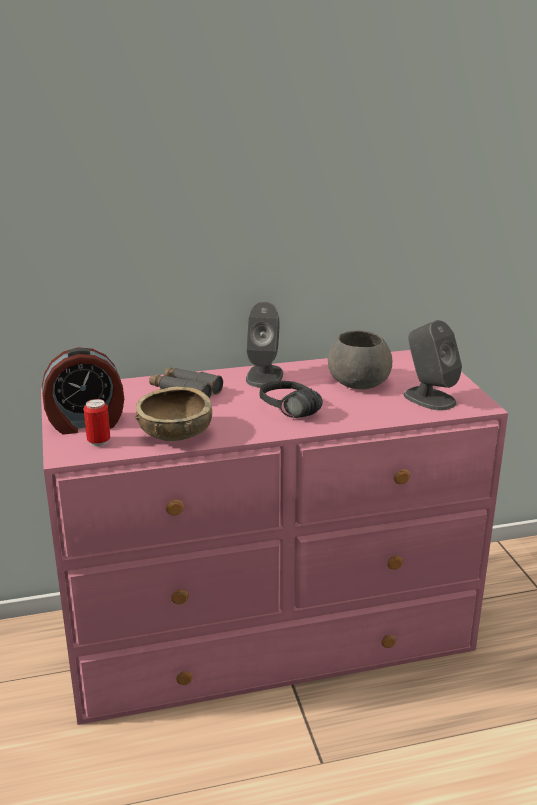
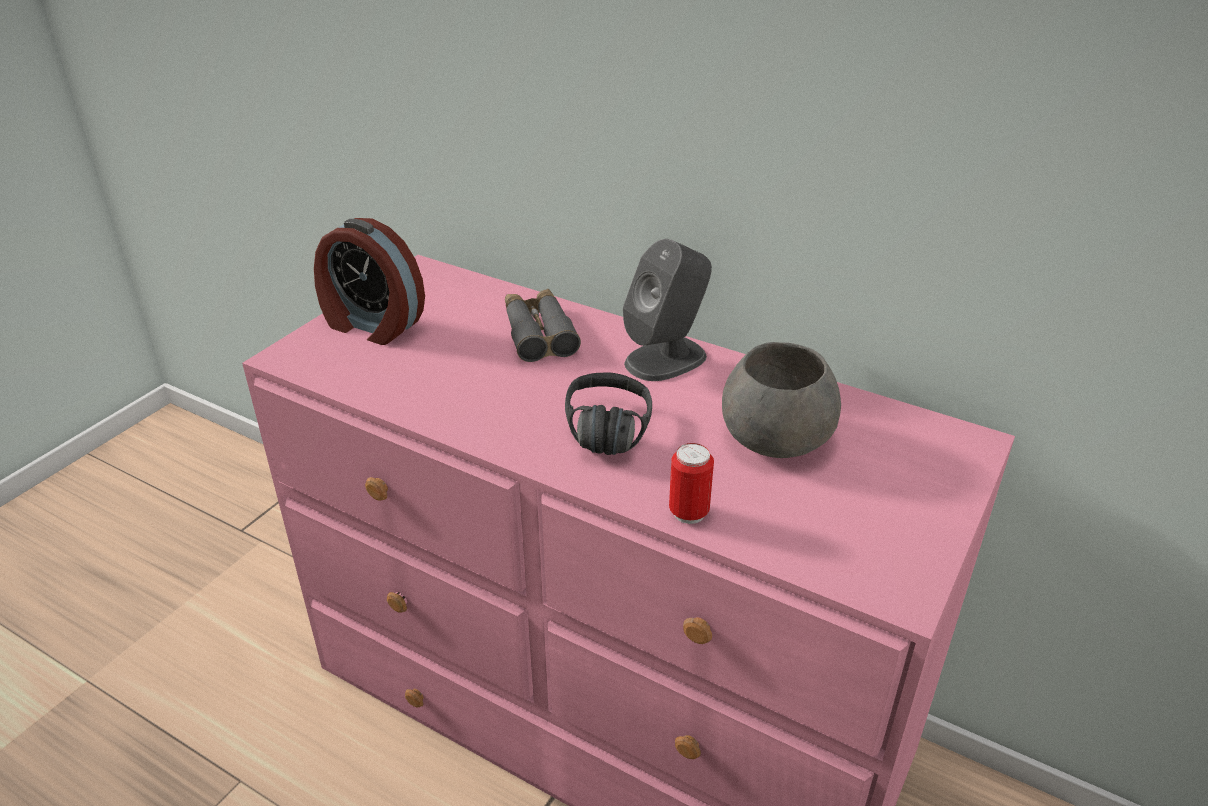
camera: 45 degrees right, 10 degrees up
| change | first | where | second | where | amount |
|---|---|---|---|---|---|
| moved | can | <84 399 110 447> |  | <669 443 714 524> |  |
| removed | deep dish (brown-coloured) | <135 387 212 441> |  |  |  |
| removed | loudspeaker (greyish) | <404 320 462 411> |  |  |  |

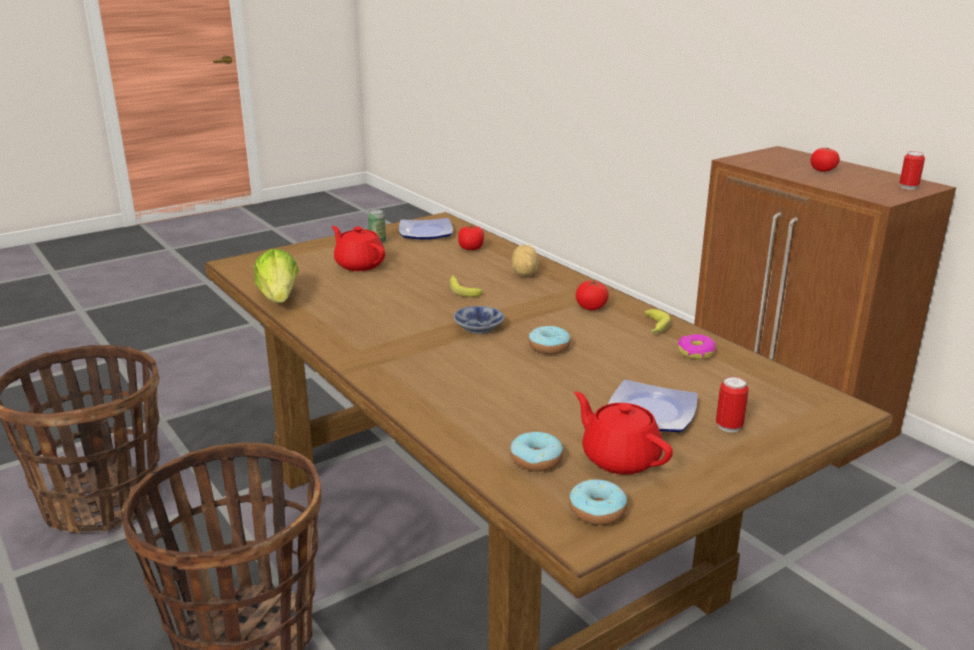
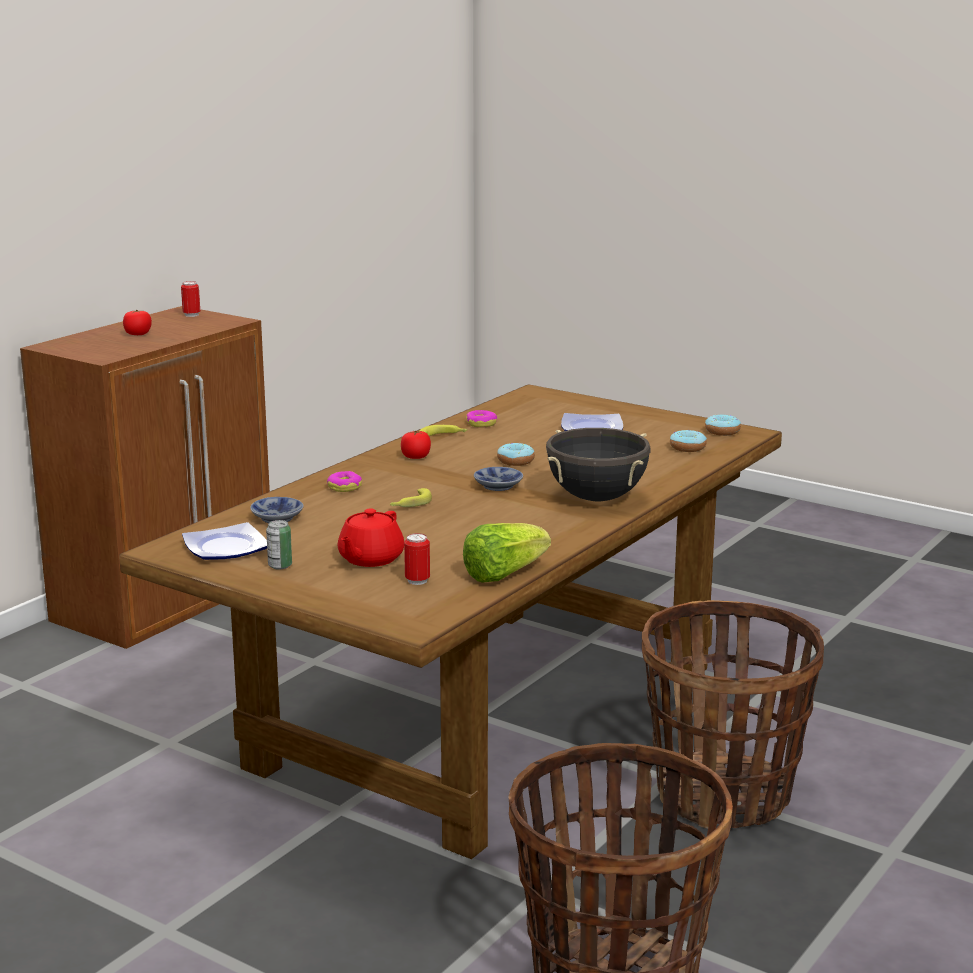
camera: 110 degrees left, 5 degrees down
| change | first | where | second | where | amount |
|---|---|---|---|---|---|
| replaced | whole tomato | <458 225 484 250> | deep dish | <250 497 304 523> |  |
| replaced | spud | <512 245 539 276> | ring doughnut | <327 471 362 492> |  |
| removed | tea pot (red-coloured) | <574 391 673 475> |  |  |  |
| moved | can | <716 377 749 432> |  | <404 533 430 585> |  |
| added |  |  | cooking pot (black-coloured) | <546 428 651 501> |  |

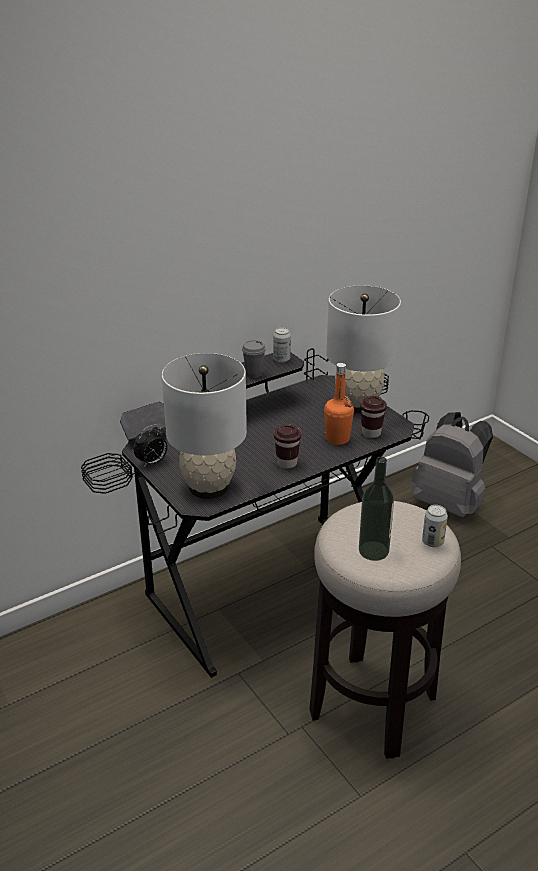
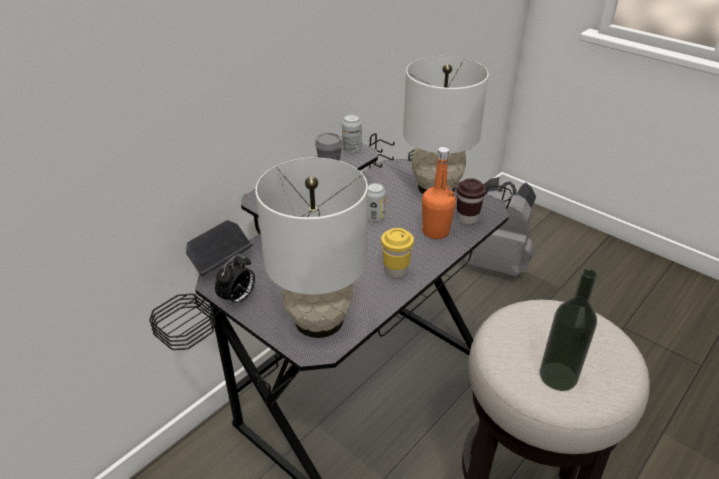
camera: 15 degrees left, 5 degrees up
| change | first | where | second | where | amount |
|---|---|---|---|---|---|
| recoloured | small cup (brown-coloured) | <274 424 301 469> | small cup (yellowish) | <381 228 414 279> |  |
| moved | can | <422 505 448 547> |  | <367 183 386 222> |  |

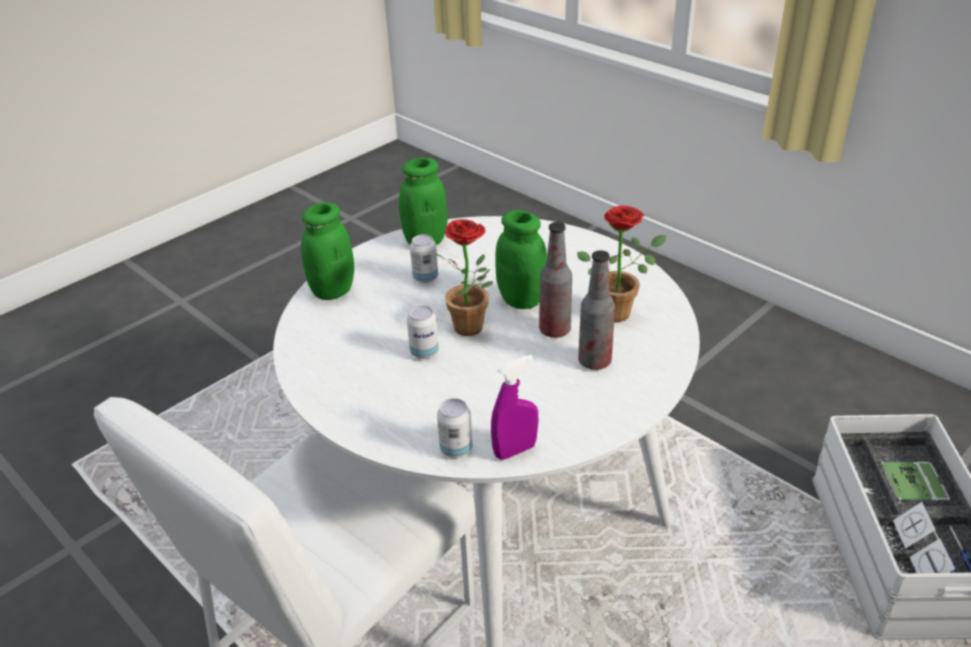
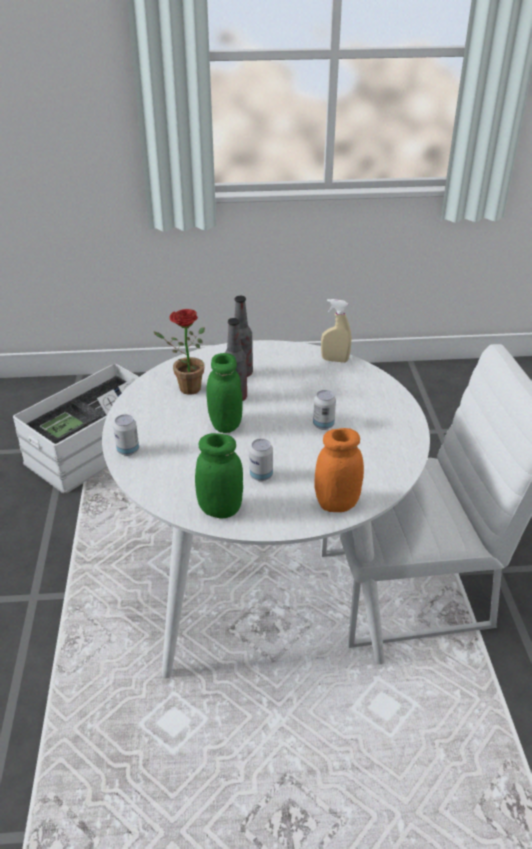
camera: 140 degrees left, 0 degrees up
| change | first | where | second | where | amount |
|---|---|---|---|---|---|
| recoloured | preserve jar (green) | <301 202 354 300> | preserve jar (orange-coloured) | <315 428 364 512> |  |
| removed | potted plant | <436 219 493 336> |  |  |  |
| moved | can | <437 398 472 458> |  | <113 414 139 456> |  |
| recoloured | sprayer (purple-coloured) | <491 355 539 460> | sprayer (beige) | <321 299 351 363> |  |

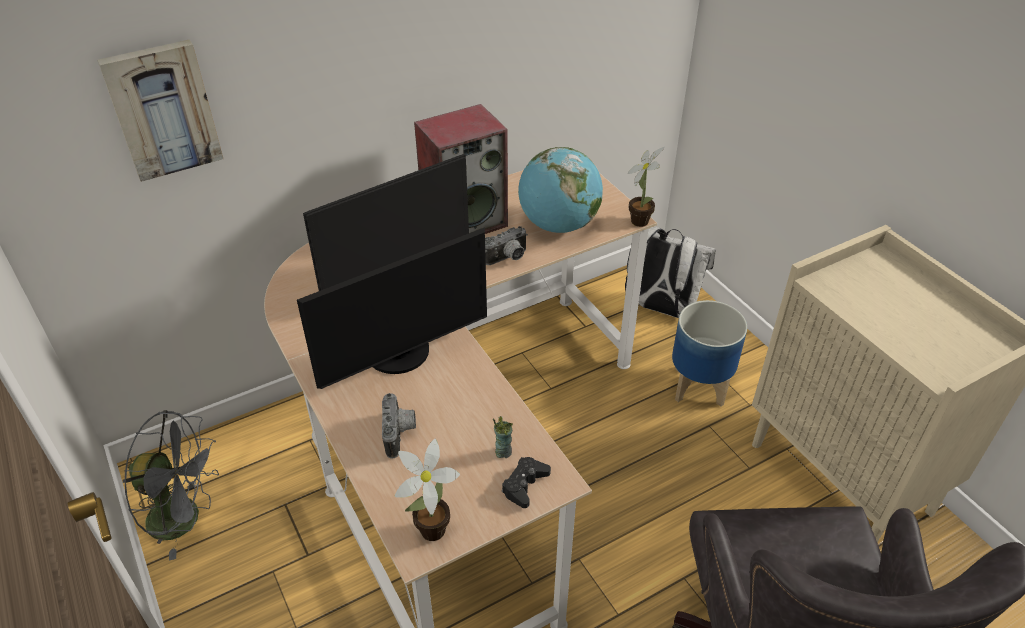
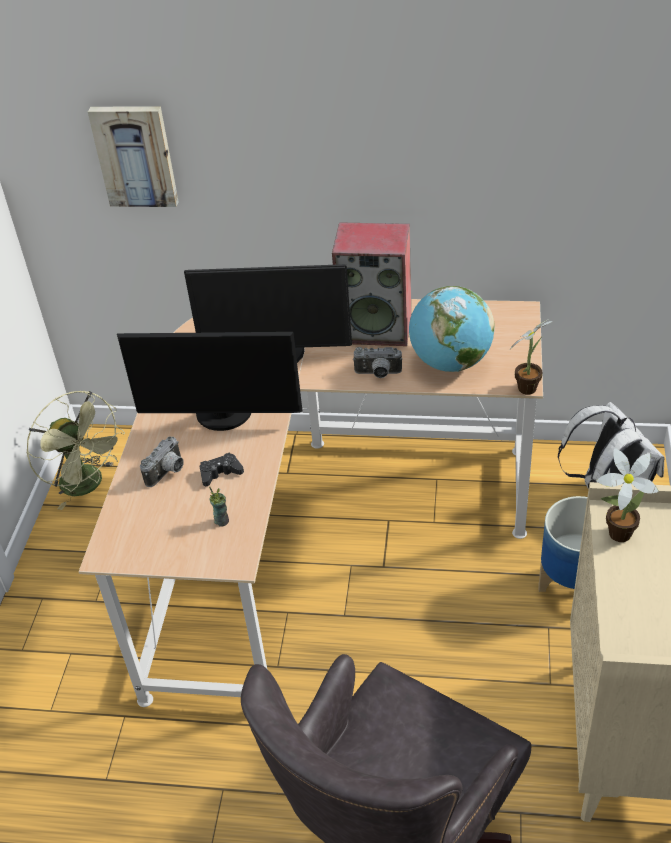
camera: 40 degrees right, 0 degrees up
| change | first | where | second | where | amount |
|---|---|---|---|---|---|
| recoloured | electric fan (greyish) | <123 410 219 560> | electric fan (green) | <26 390 125 510> |  |
| moved | potted plant | <394 438 460 541> |  | <596 448 659 542> |  |
| moved | game controller (black-coloured) | <502 457 551 508> |  | <200 453 244 486> |  |

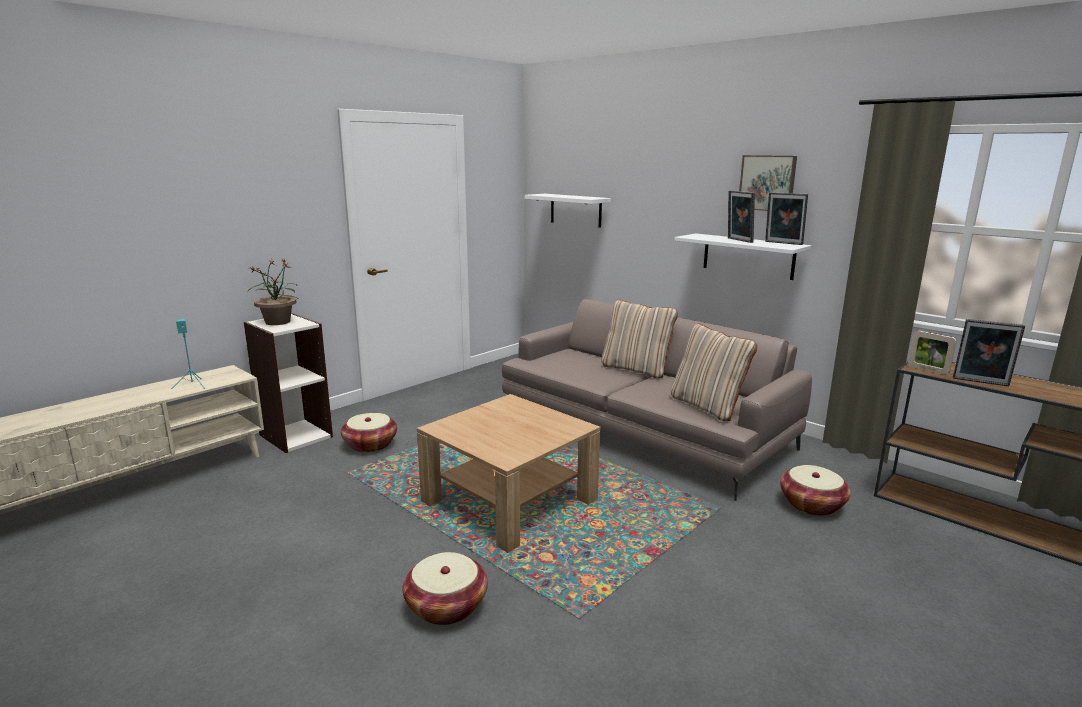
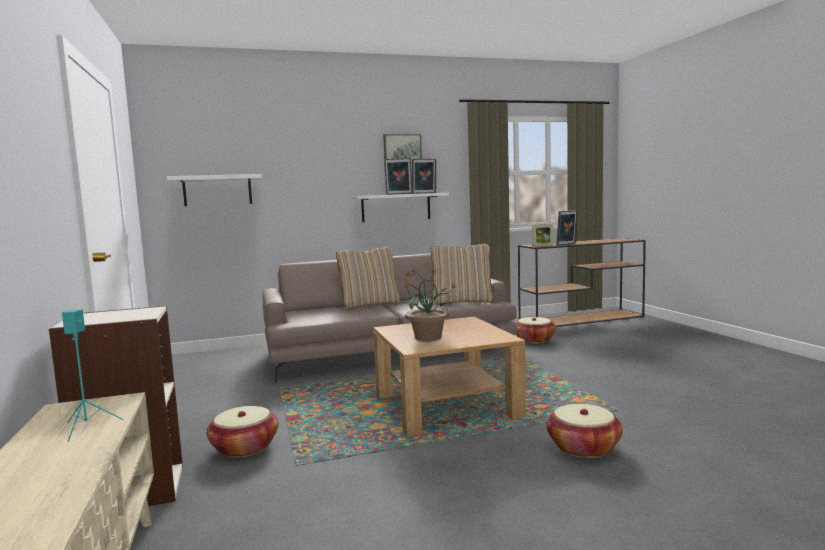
camera: 60 degrees left, 10 degrees down
| change | first | where | second | where | amount |
|---|---|---|---|---|---|
| moved | potted plant | <248 259 298 325> |  | <395 268 456 341> |  |

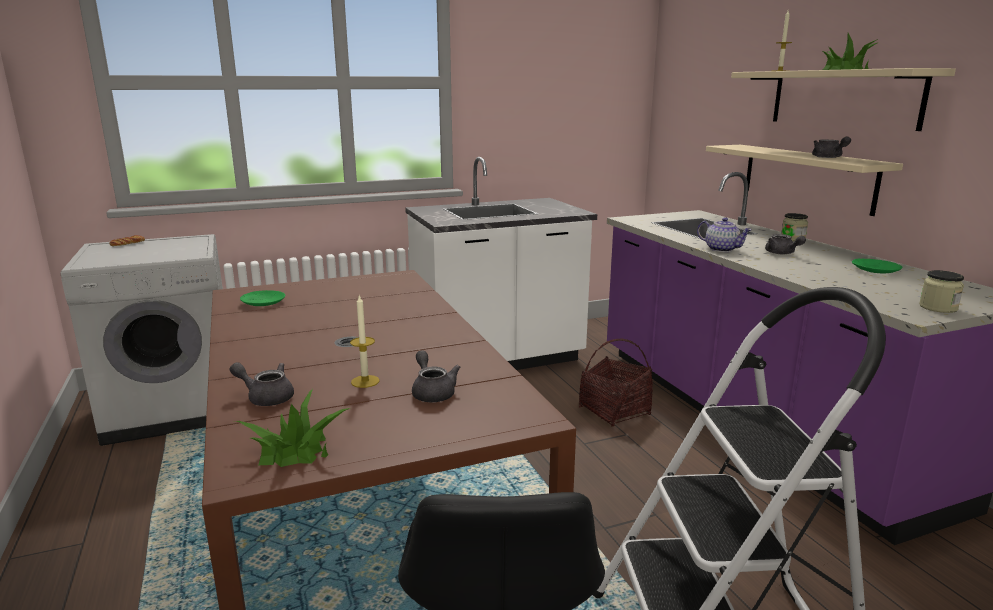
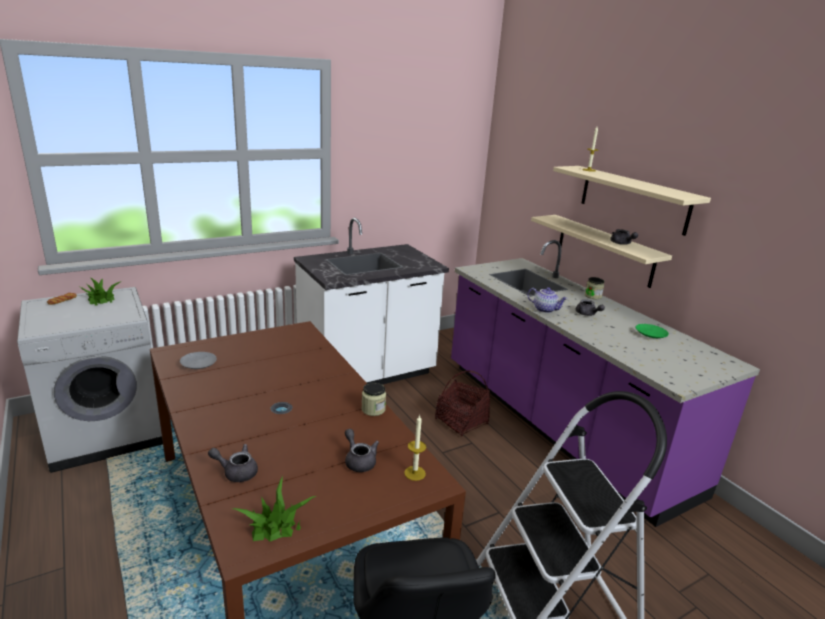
camera: 10 degrees left, 5 degrees up
| change | first | where | second | where | amount |
|---|---|---|---|---|---|
| recoloured | dinner plate (green) | <240 290 285 306> | dinner plate (greyish) | <180 352 217 369> |  |
| moved | candle | <350 295 380 388> |  | <404 414 426 481> |  |
| moved | potted plant | <822 33 878 70> |  | <78 278 122 306> |  |
| moved | preserve jar | <919 270 964 313> |  | <362 382 386 416> |  |

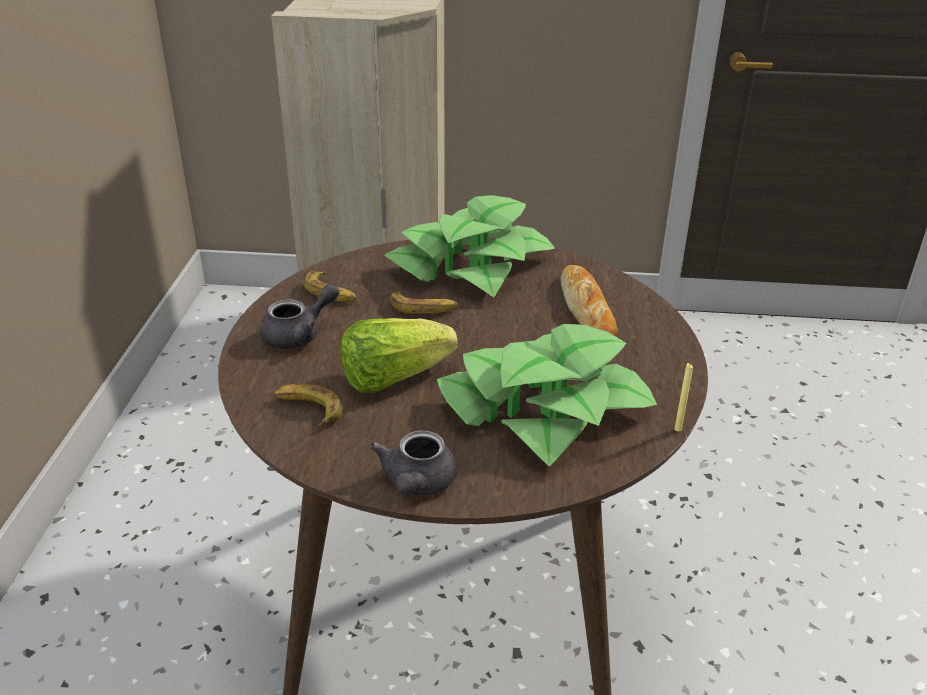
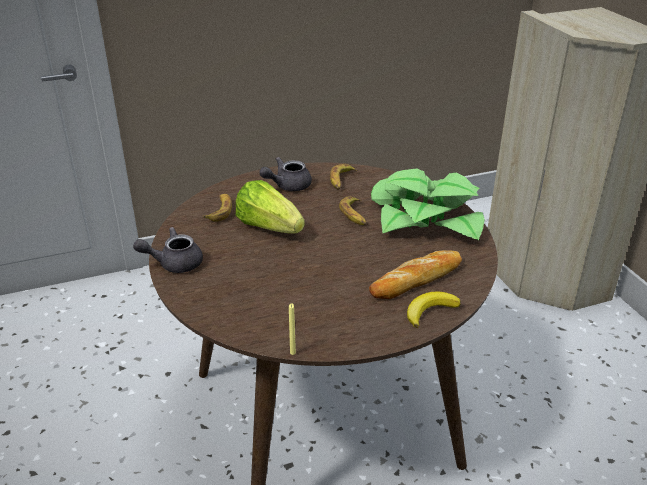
camera: 65 degrees right, 0 degrees up
| change | first | where | second | where | amount |
|---|---|---|---|---|---|
| turned | tea pot (greyish) | <260 283 339 349> |  | <259 157 312 191> | 120 degrees clockwise |
| removed | potted plant | <437 324 657 467> |  |  |  |
| added |  |  | banana fruit | <407 291 461 328> |  |

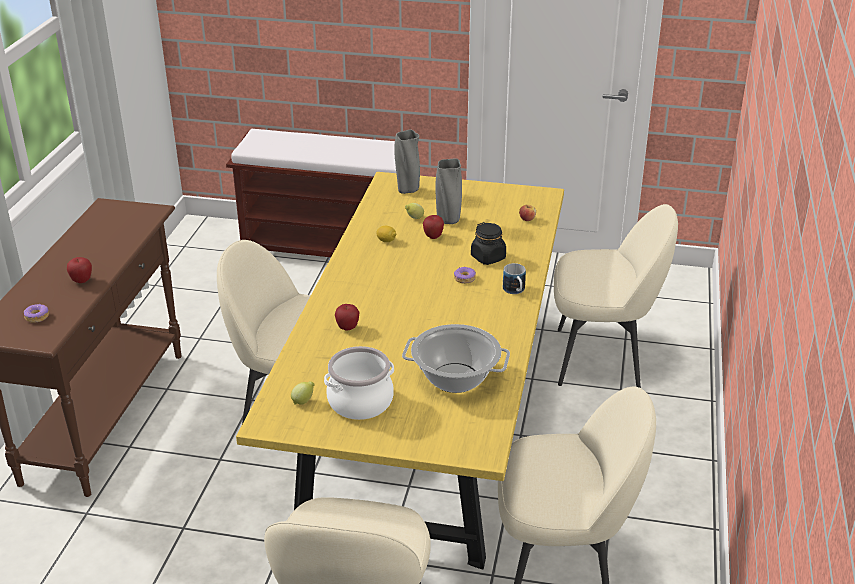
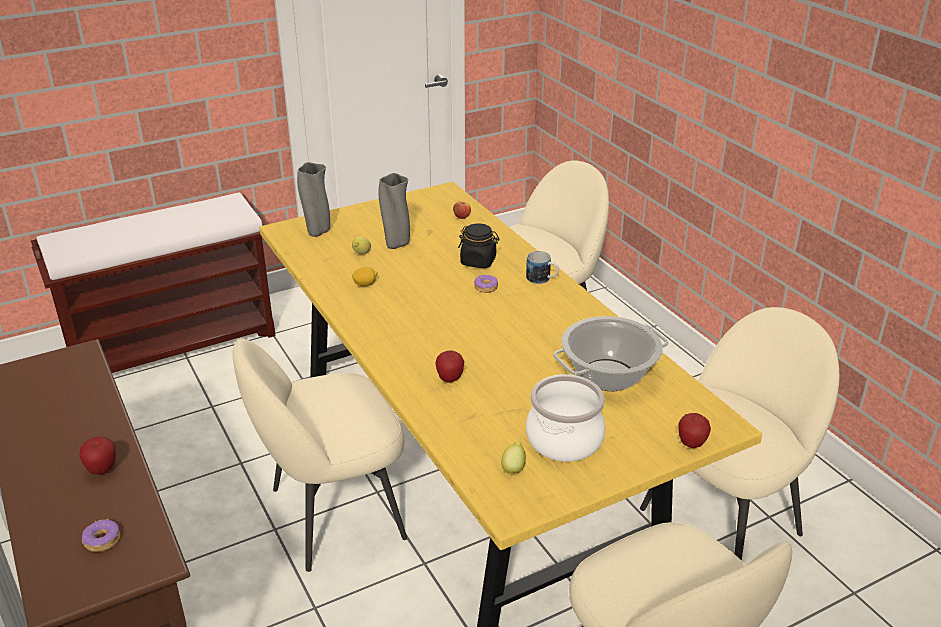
camera: 40 degrees left, 0 degrees up
| change | first | where | second | where | amount |
|---|---|---|---|---|---|
| moved | apple fruit | <423 215 444 239> |  | <678 413 711 448> |  |

